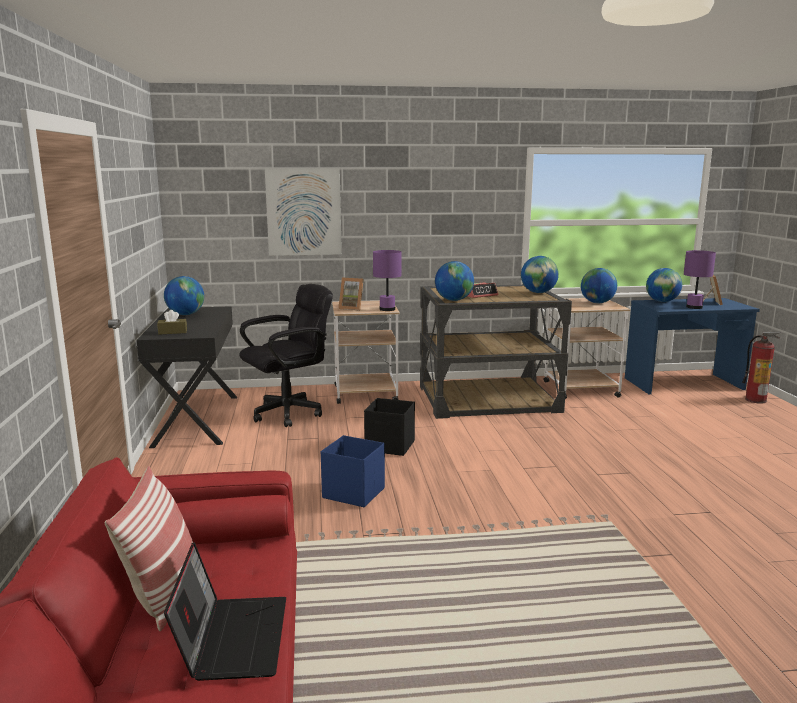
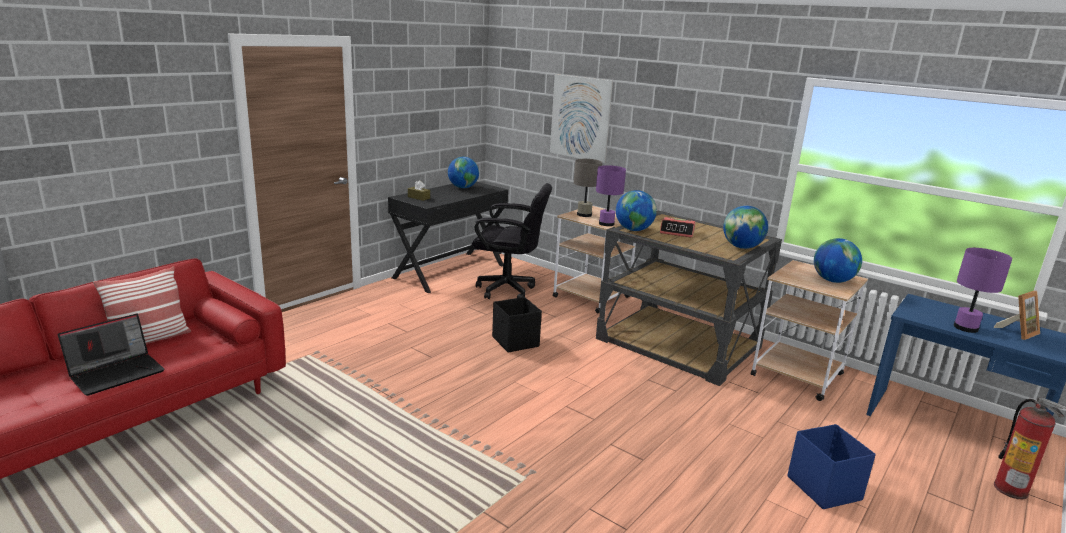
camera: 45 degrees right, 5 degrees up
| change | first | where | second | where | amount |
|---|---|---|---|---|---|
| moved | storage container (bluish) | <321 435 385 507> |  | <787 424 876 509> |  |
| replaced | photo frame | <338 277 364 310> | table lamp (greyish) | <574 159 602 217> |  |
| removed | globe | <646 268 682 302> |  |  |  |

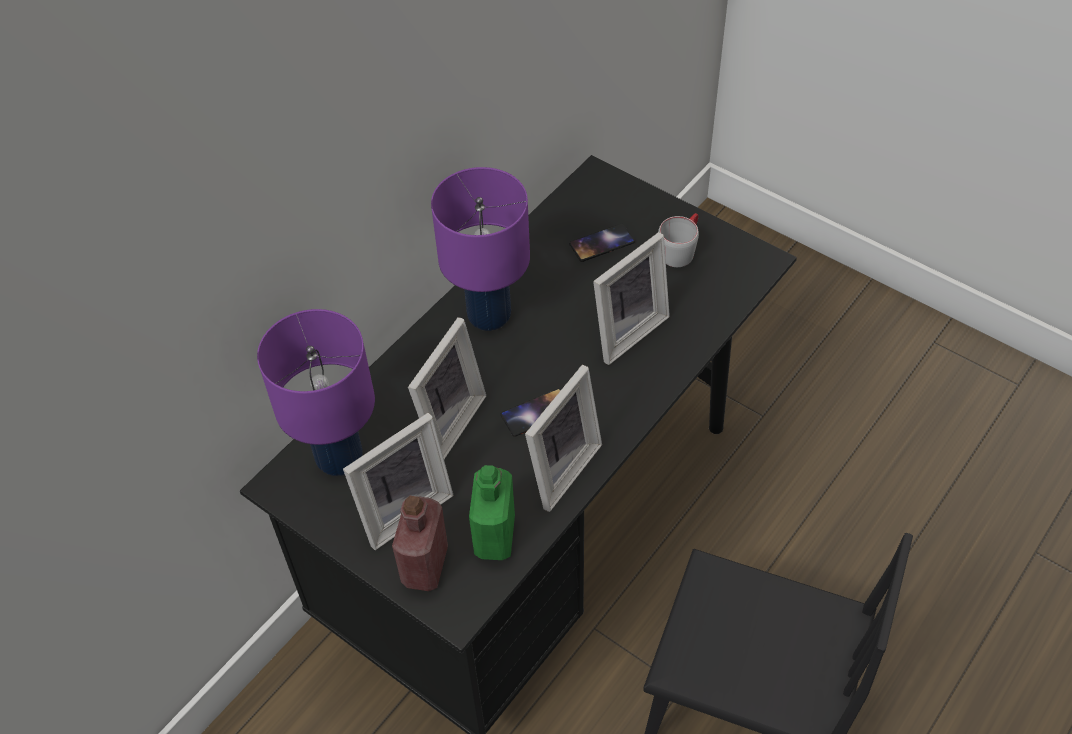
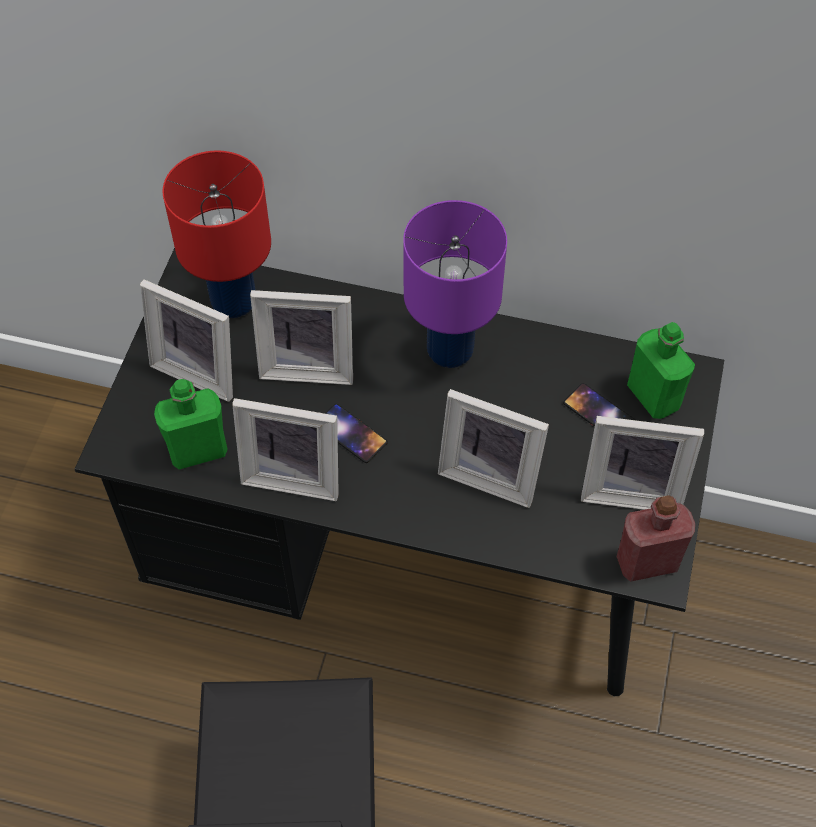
camera: 65 degrees right, 5 degrees up
| change | first | where | second | where | amount |
|---|---|---|---|---|---|
| recoloured | table lamp (purple-coloured) | <257 309 375 476> | table lamp (red-coloured) | <163 151 271 318> |  |
| moved | beverage bottle (red-coloured) | <392 496 448 591> |  | <617 495 695 582> |  |
| replaced | coffee mug (greyish) | <658 213 699 267> | photo frame | <581 416 704 510> |  |
| added |  |  | beverage bottle (green) | <627 322 695 419> |  |

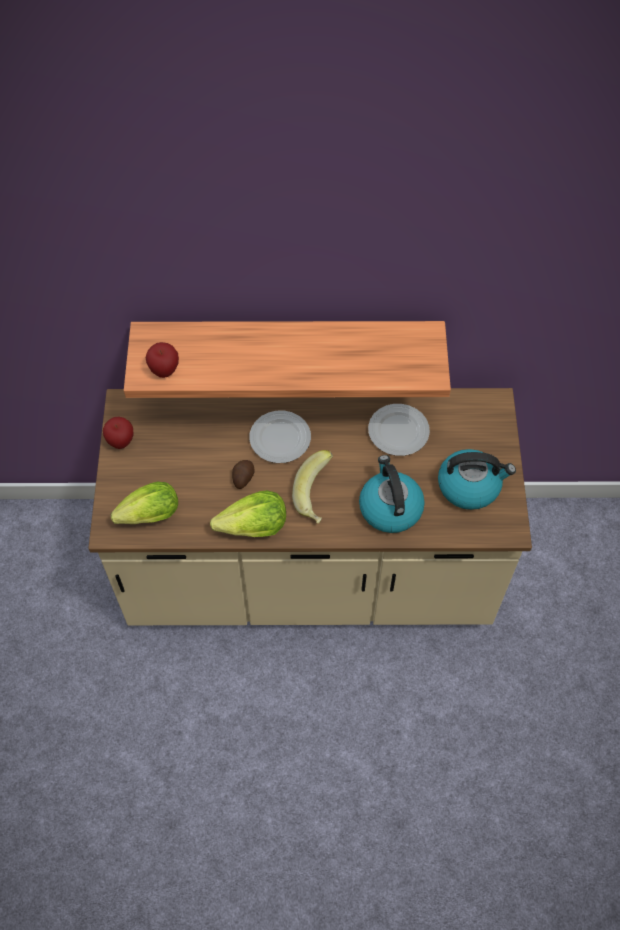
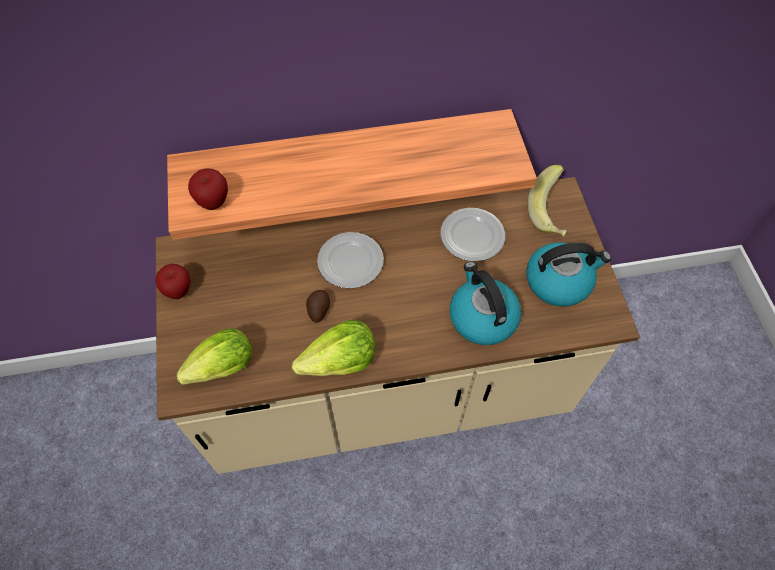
camera: 10 degrees left, 0 degrees up
| change | first | where | second | where | amount |
|---|---|---|---|---|---|
| moved | banana fruit | <292 450 333 524> |  | <528 165 567 237> |  |

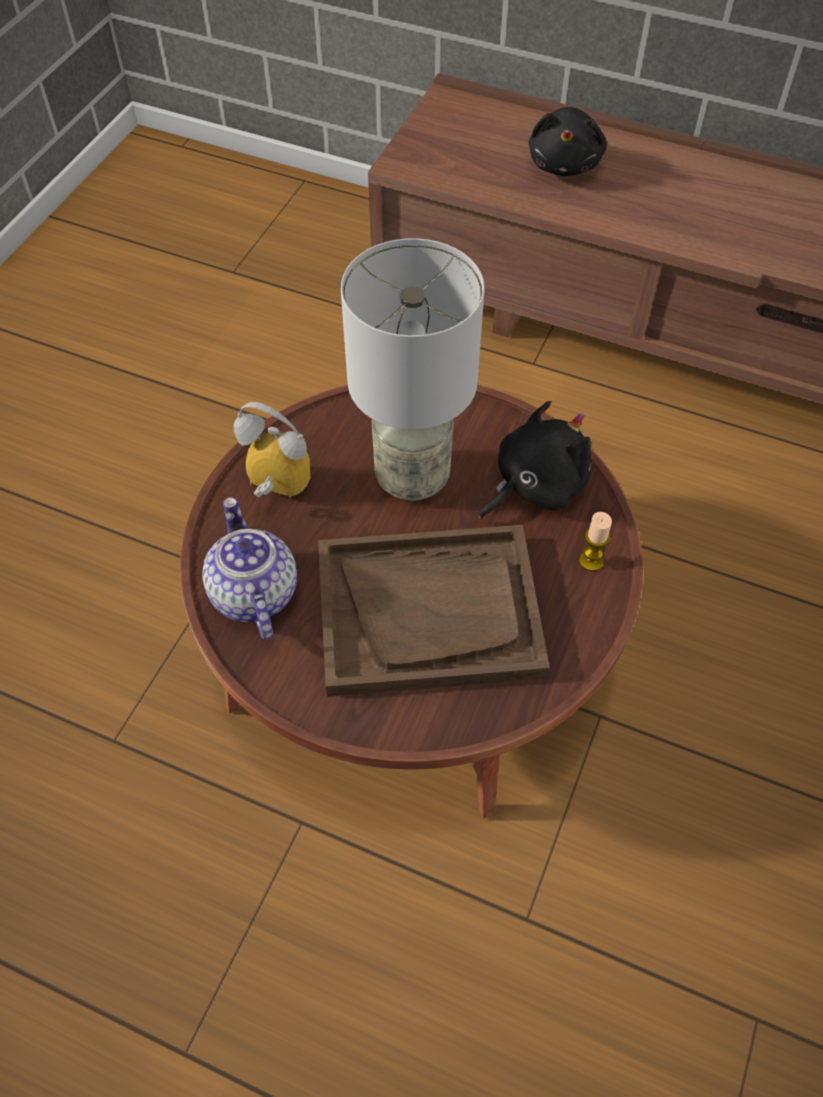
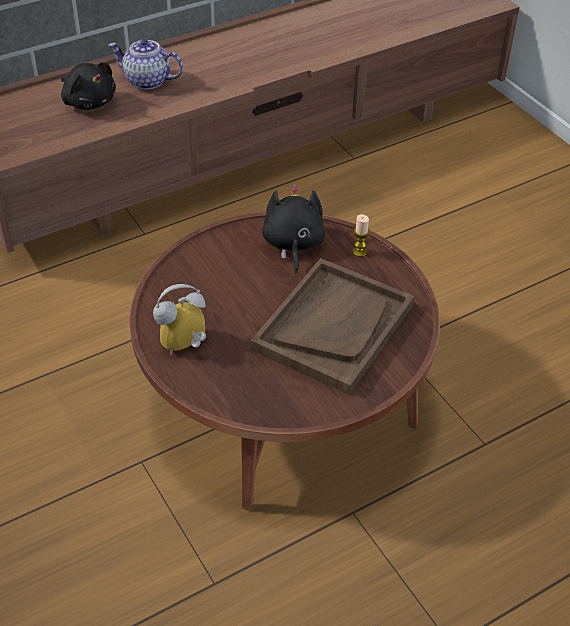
camera: 55 degrees left, 10 degrees down
| change | first | where | second | where | amount |
|---|---|---|---|---|---|
| moved | tea pot | <202 497 297 640> |  | <108 39 183 90> |  |
| removed | table lamp (greyish) | <341 238 485 501> |  |  |  |

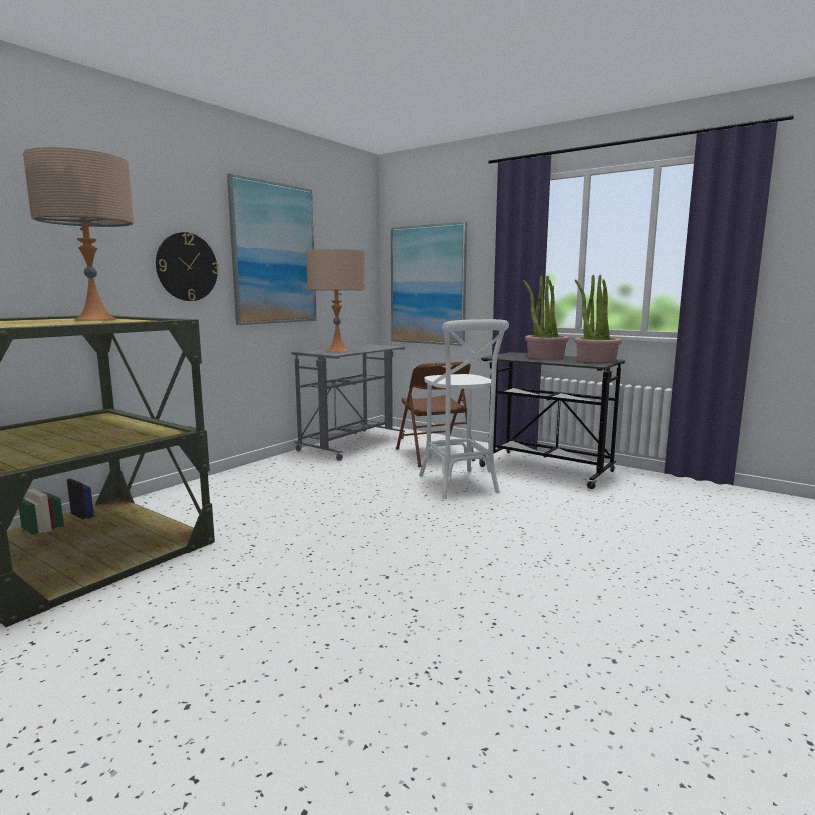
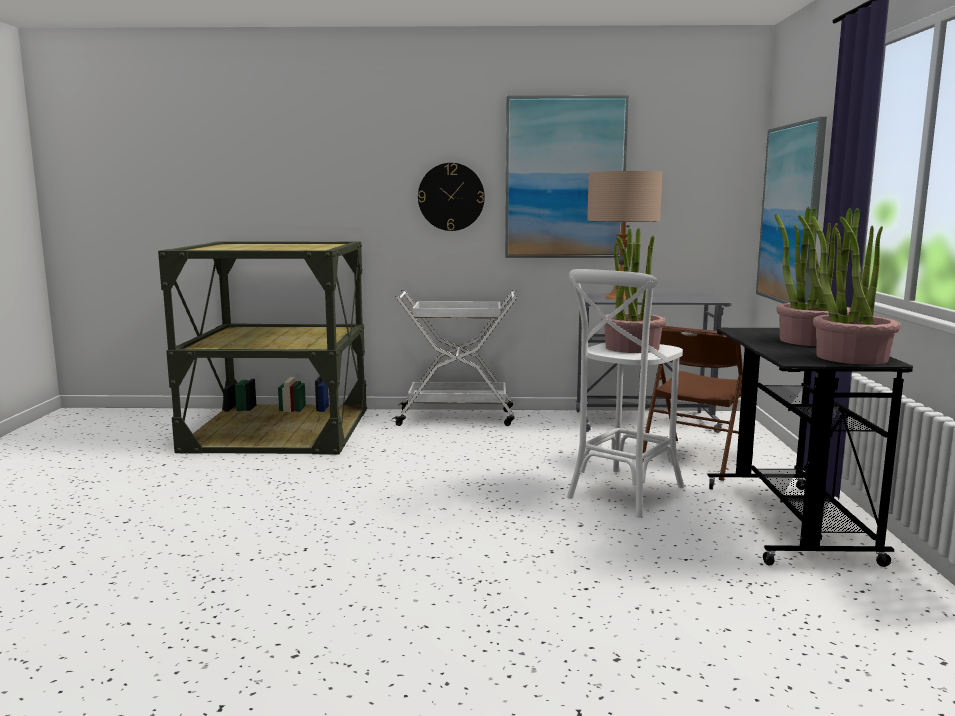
camera: 55 degrees right, 0 degrees up
| change | first | where | second | where | amount |
|---|---|---|---|---|---|
| removed | table lamp (beige) | <23 147 134 321> |  |  |  |
| added |  |  | trolley (white) | <392 290 518 426> |  |
| added |  |  | potted plant | <601 228 666 353> |  |

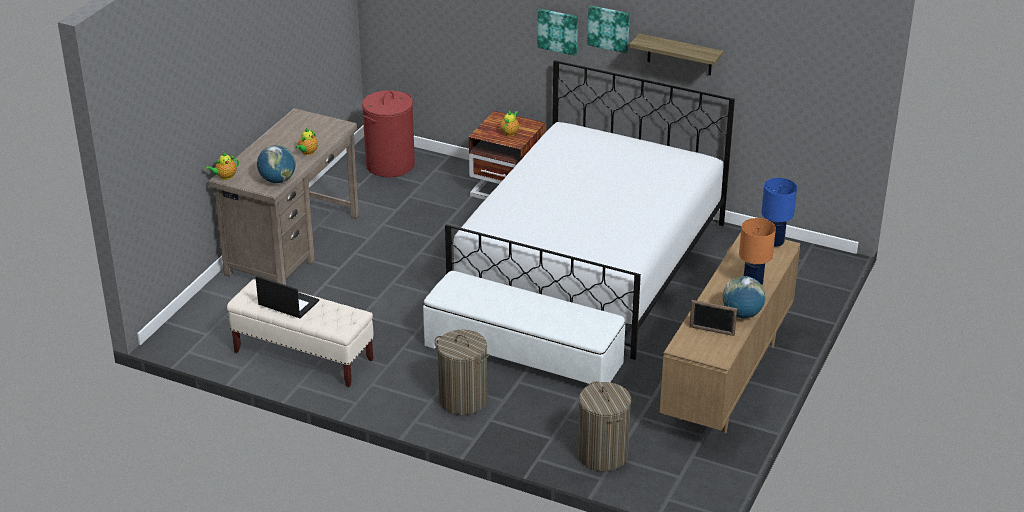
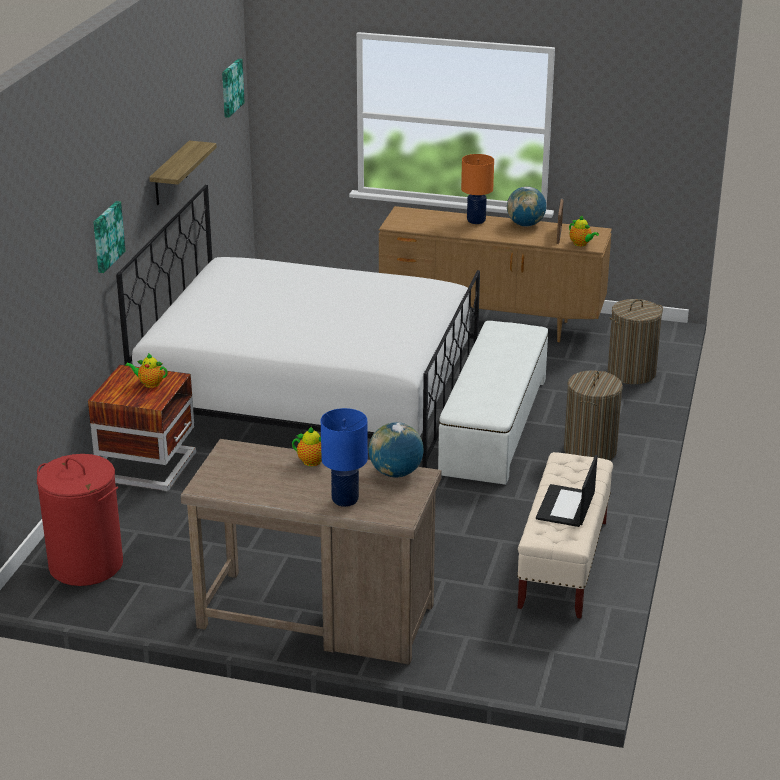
camera: 100 degrees left, 5 degrees down
| change | first | where | second | where | amount |
|---|---|---|---|---|---|
| moved | tea pot | <205 152 239 180> |  | <569 216 599 246> |  |
| moved | picture | <587 5 630 53> |  | <222 59 245 118> |  |
| moved | table lamp (bluish) | <761 178 797 247> |  | <321 408 368 507> |  |

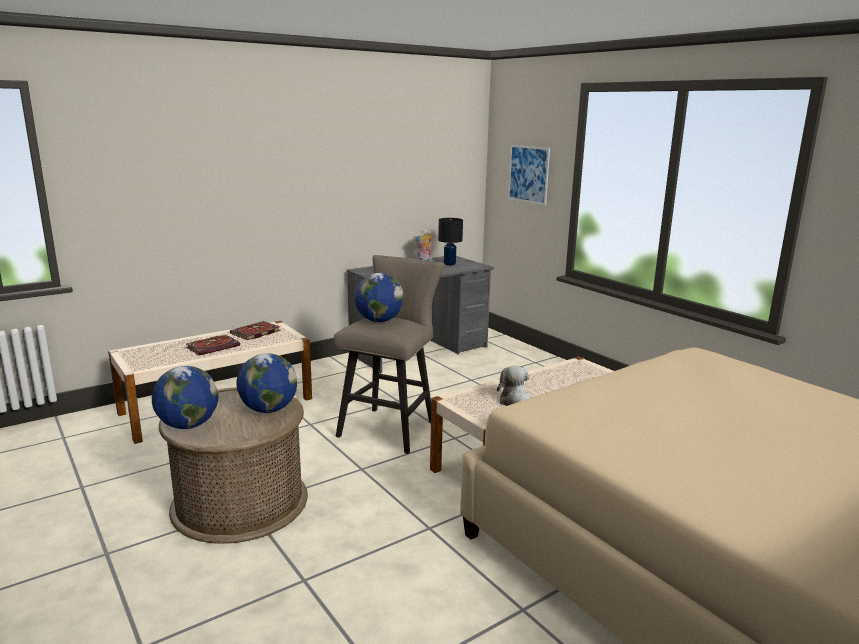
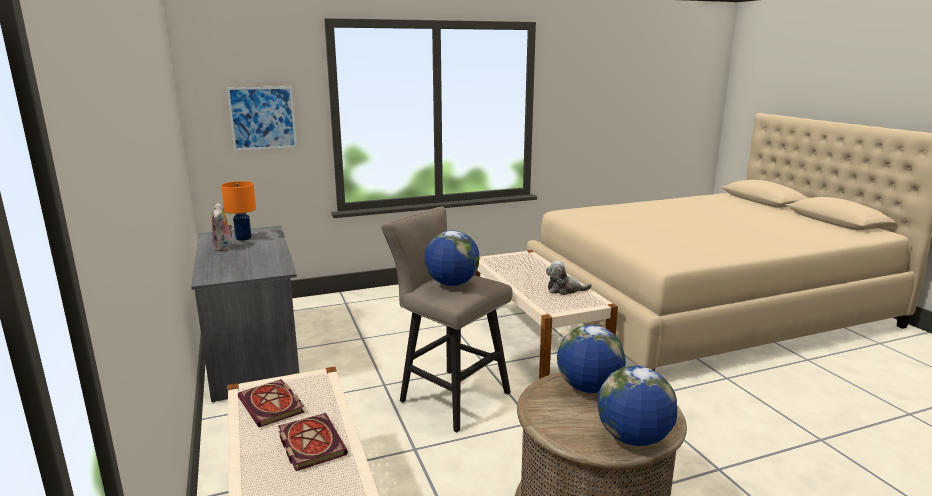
camera: 75 degrees left, 0 degrees up
| change | first | where | second | where | amount |
|---|---|---|---|---|---|
| recoloured | table lamp (black-coloured) | <438 218 463 265> | table lamp (orange-coloured) | <221 181 256 241> |  |

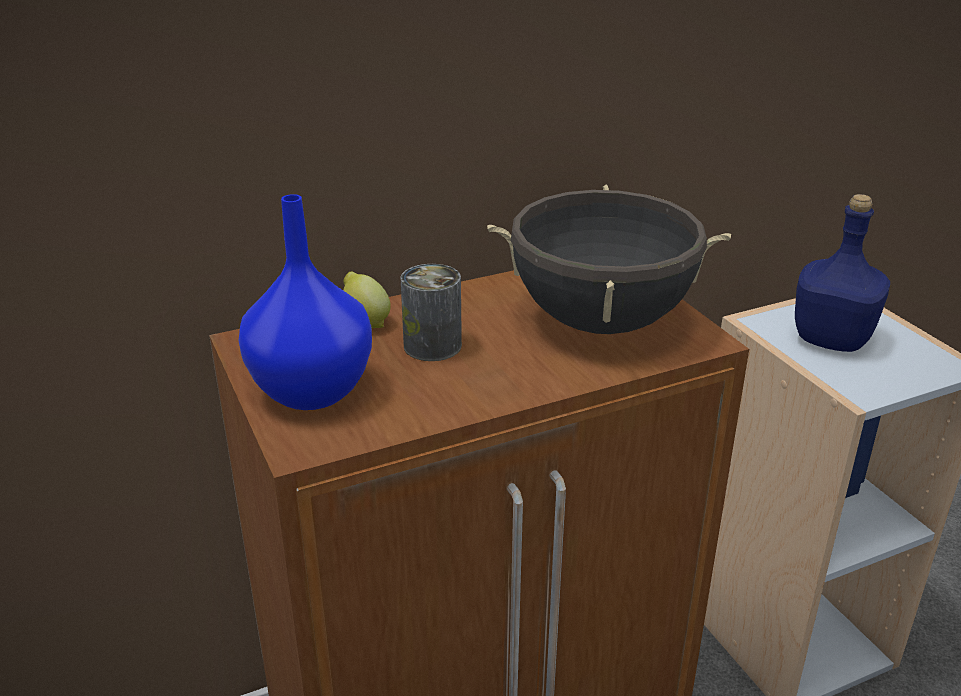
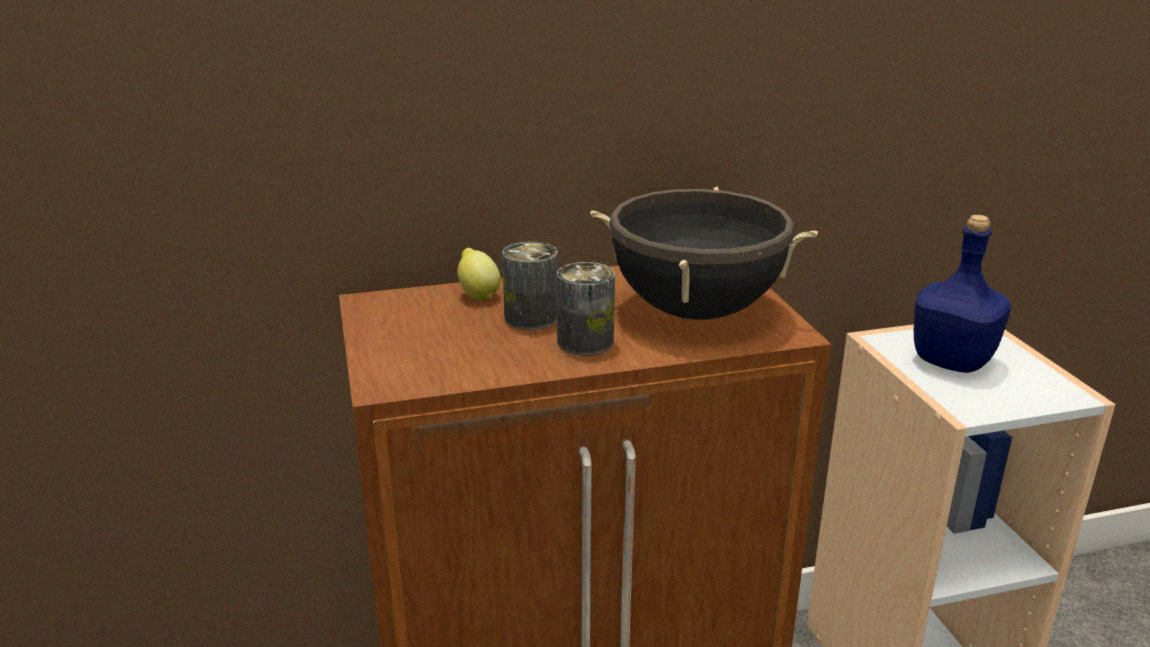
camera: 10 degrees right, 5 degrees down
| change | first | where | second | where | amount |
|---|---|---|---|---|---|
| removed | vase (bluish) | <239 194 372 410> |  |  |  |
| added |  |  | can | <557 262 615 356> |  |

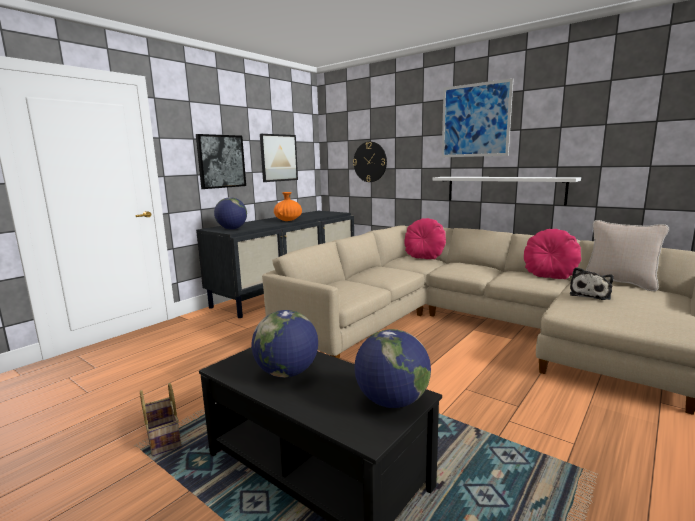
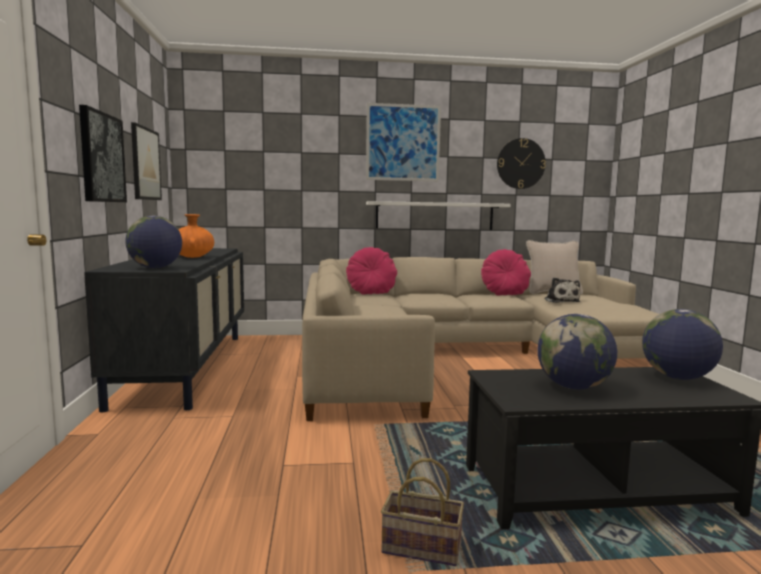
camera: 45 degrees left, 5 degrees down
| change | first | where | second | where | amount |
|---|---|---|---|---|---|
| moved | clock on the wall | <353 142 387 182> |  | <497 138 546 189> |  |

